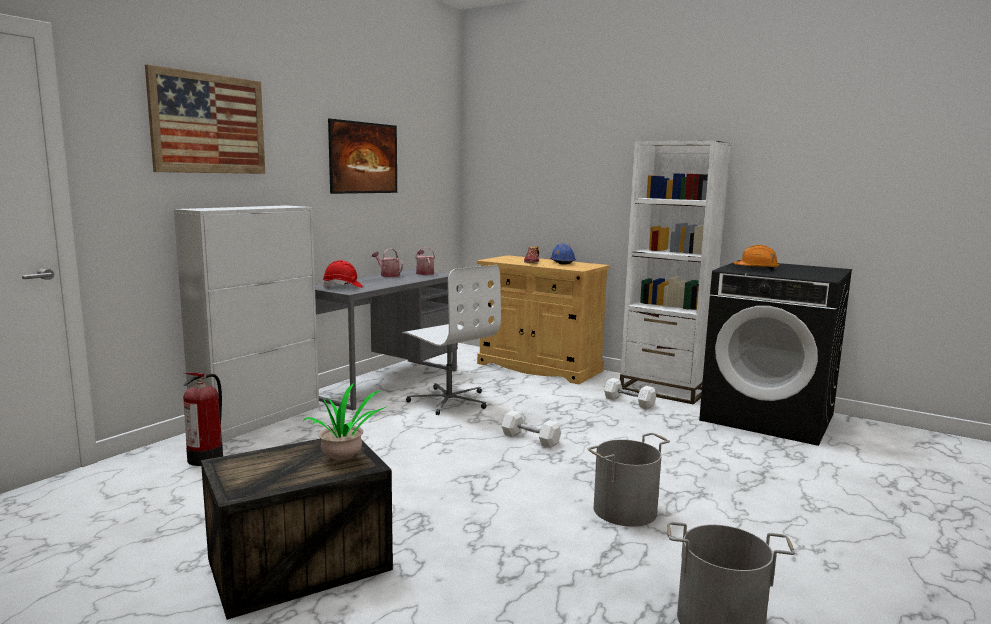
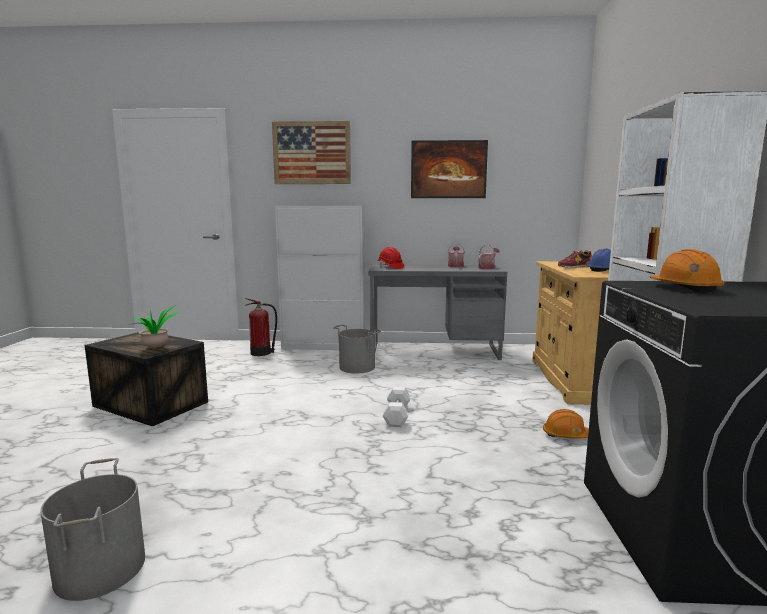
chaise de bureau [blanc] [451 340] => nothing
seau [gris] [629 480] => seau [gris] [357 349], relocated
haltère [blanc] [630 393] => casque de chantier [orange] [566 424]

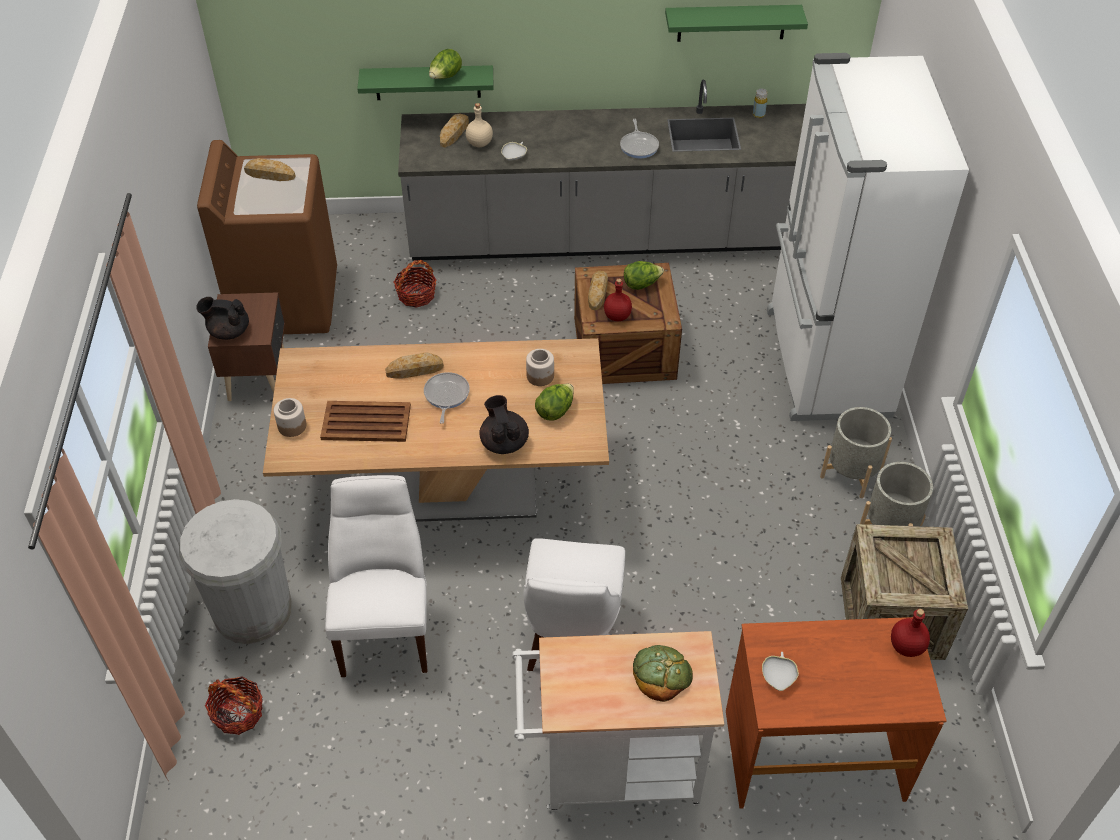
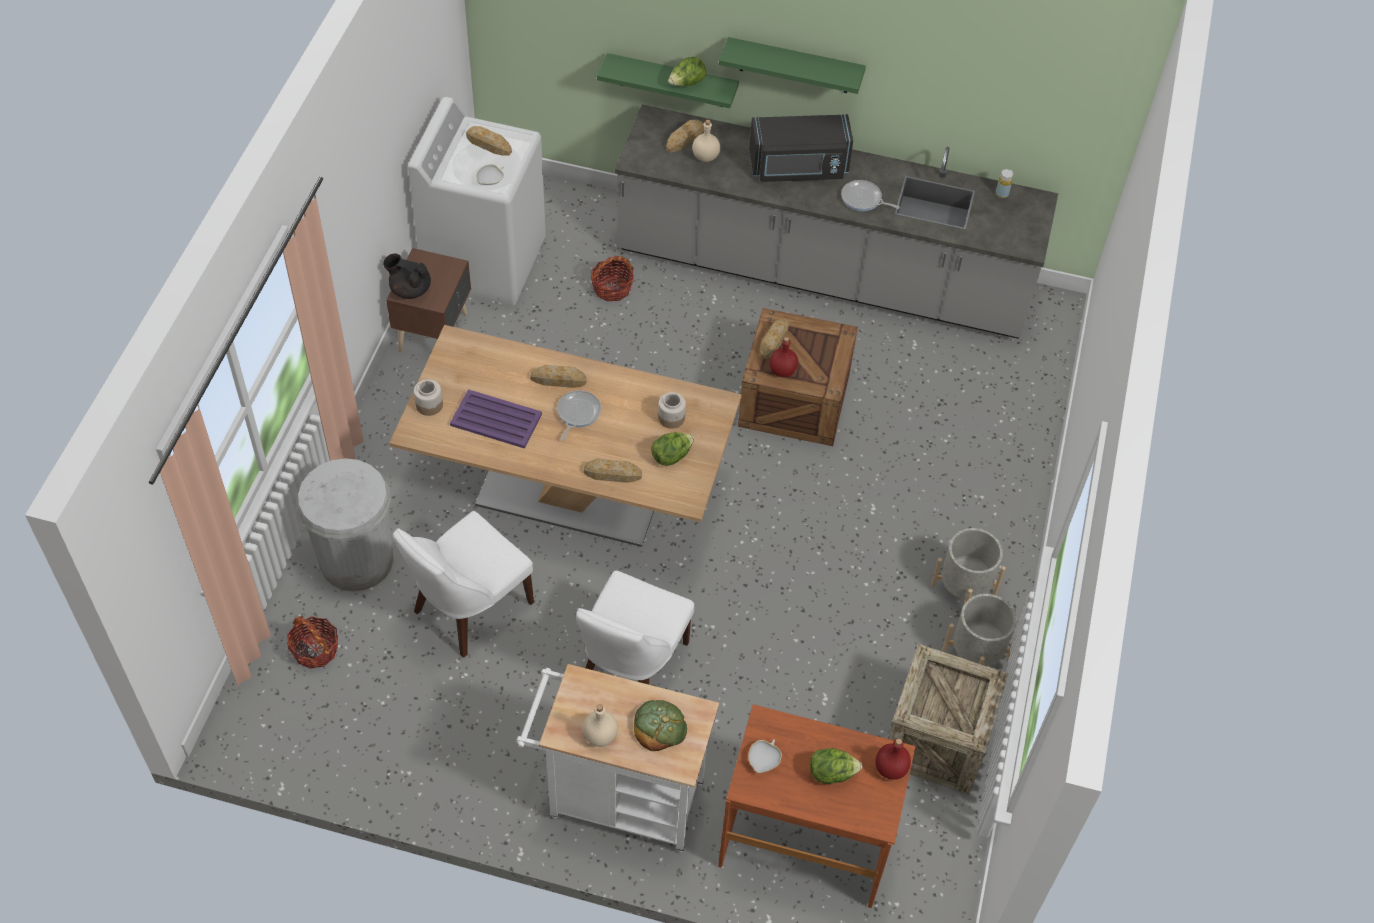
lave-linge [marron] [267 237] => lave-linge [blanc] [477 201]
plateau [marron] [365 421] => plateau [violet] [496 419]
chaise [blanc] [376 576] => chaise [blanc] [463 584], 150 degrees counterclockwise
théière [noir] [504 424] => pain [613 471]
bol [blanc] [514 151] => bol [blanc] [490 174], relocated
poêle [639 138] => poêle [870 195], 105 degrees clockwise
laitue [644 275] => laitue [836 766], relocated
étagère [vert] [736 23] => étagère [vert] [792 65], relocated
réfrigérateur [blanc] [868 237] => nothing
nothing => bouteille [beige] [600 725]
nothing => micro-ondes [noir] [801 148]

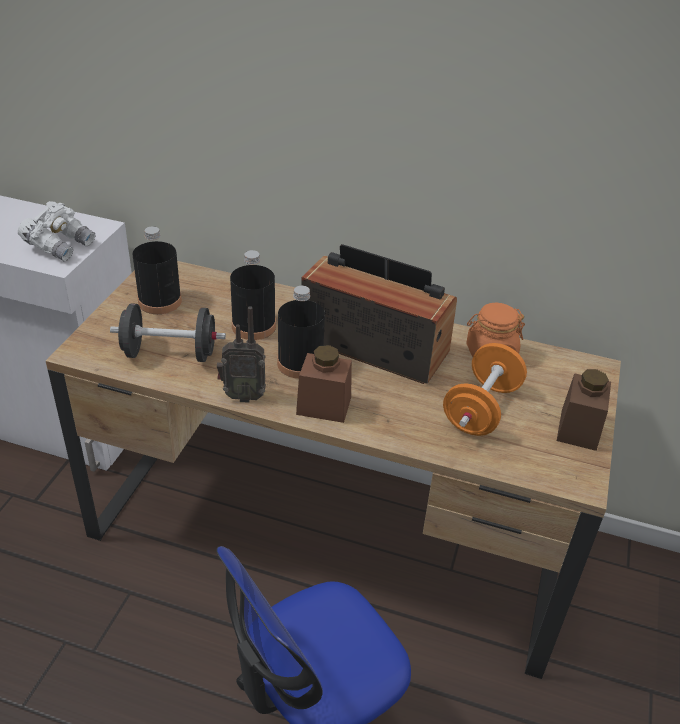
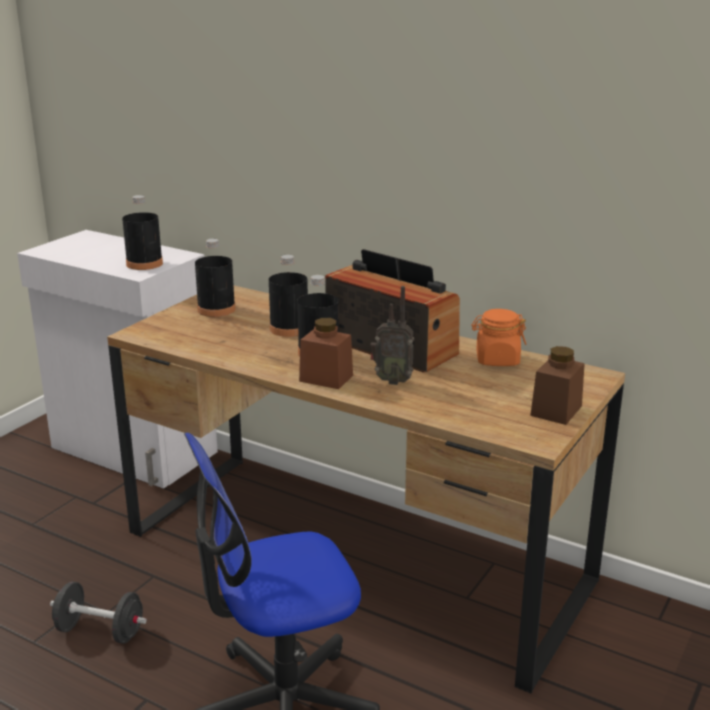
jumelles [blanc] [56 231] => bouteille [noir] [142 232]
haltère [noir] [168 332] => haltère [noir] [98 613], relocated
radio [241 354] => radio [392 335], relocated
haltère [orange] [485 389] => nothing

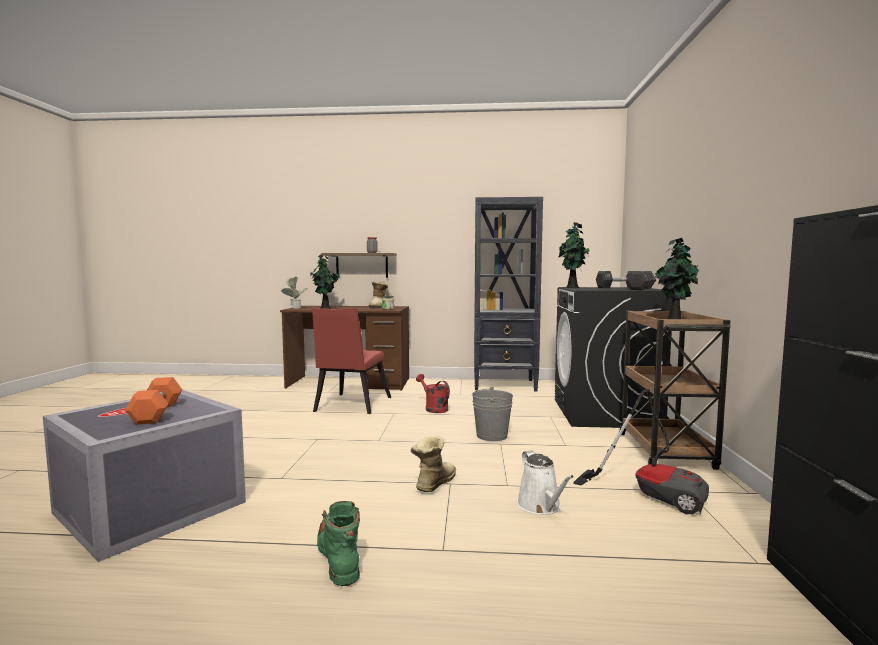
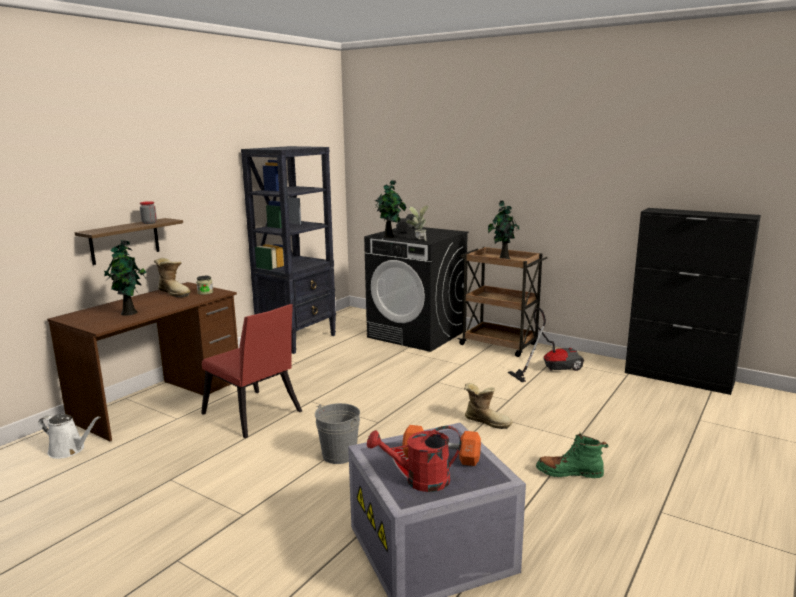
plante en pot [294 293] => plante en pot [417 223], relocated
botte [433 464] => botte [488 406], 150 degrees clockwise
arrosoir [rouge] [433 393] => arrosoir [rouge] [414 459], relocated
seau [gris] [492 414] => seau [gris] [337 433], relocated
arrosoir [blanc] [545 482] => arrosoir [blanc] [69 436], relocated
haltère [noir] [641 280] => nothing

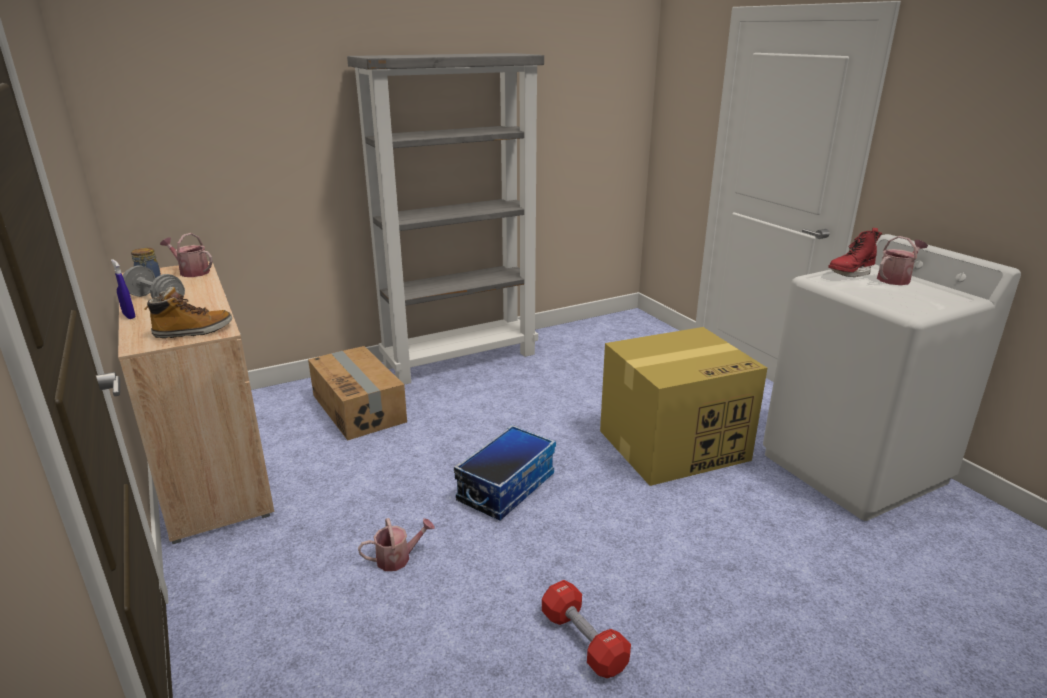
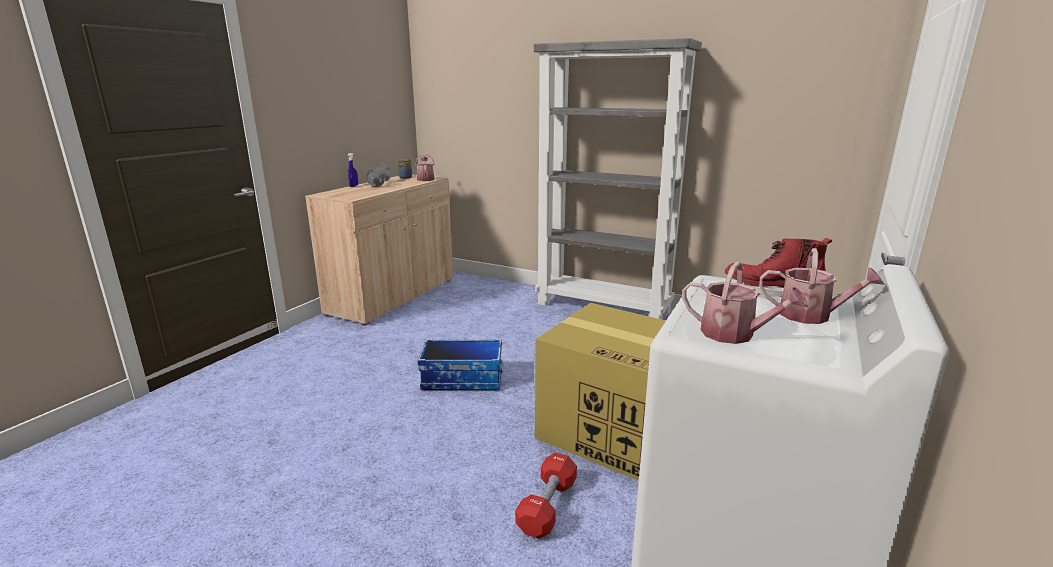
botte [188 312] => nothing
carton [357 393] => nothing
arrosoir [396 544] => arrosoir [745 303], relocated
haltère [rouge] [586 629] => haltère [rouge] [546 495], relocated

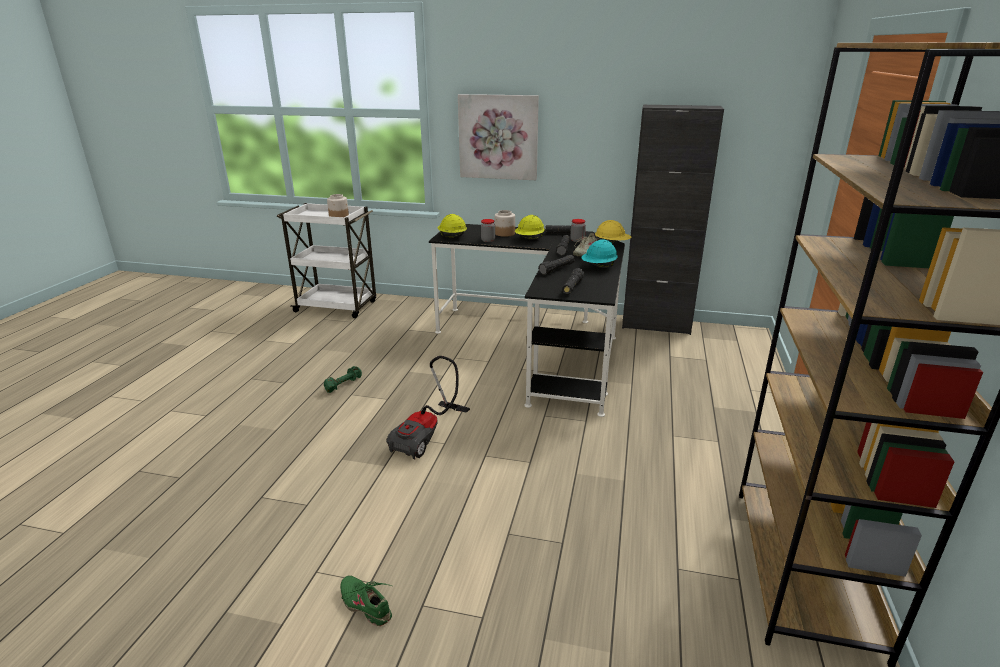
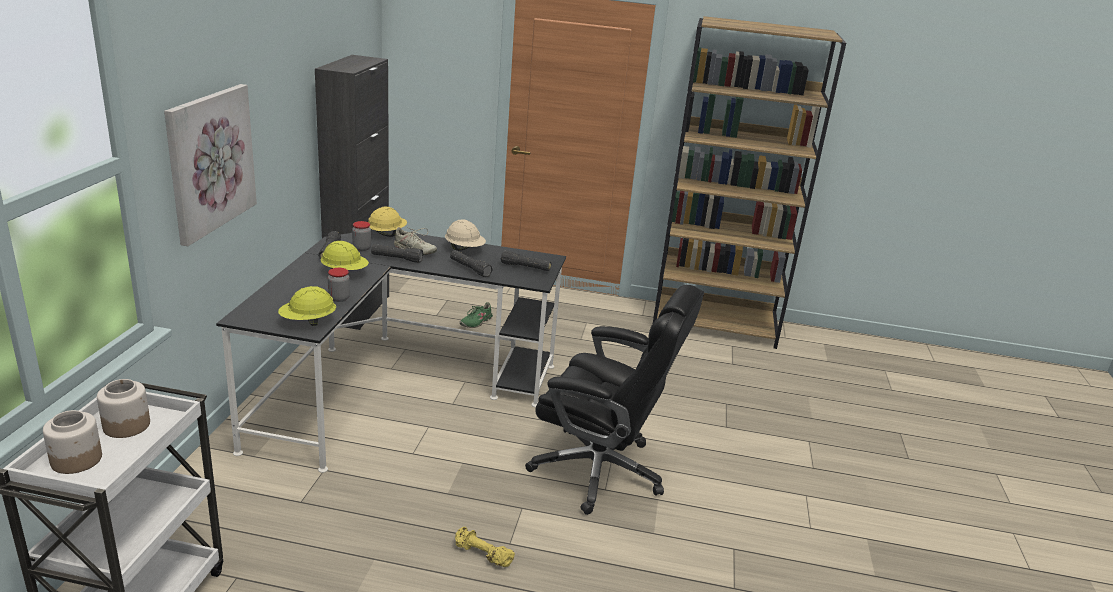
haltère [vert] [342 379] => haltère [jaune] [485 547]
chaussure [vert] [366 600] => chaussure [vert] [476 315], relocated
aspirateur [428 408] => chaise de bureau [noir] [614 400]
bocal [505 223] => bocal [72 442], relocated
casque de chantier [turquoise] [599 253] => casque de chantier [beige] [465 235]

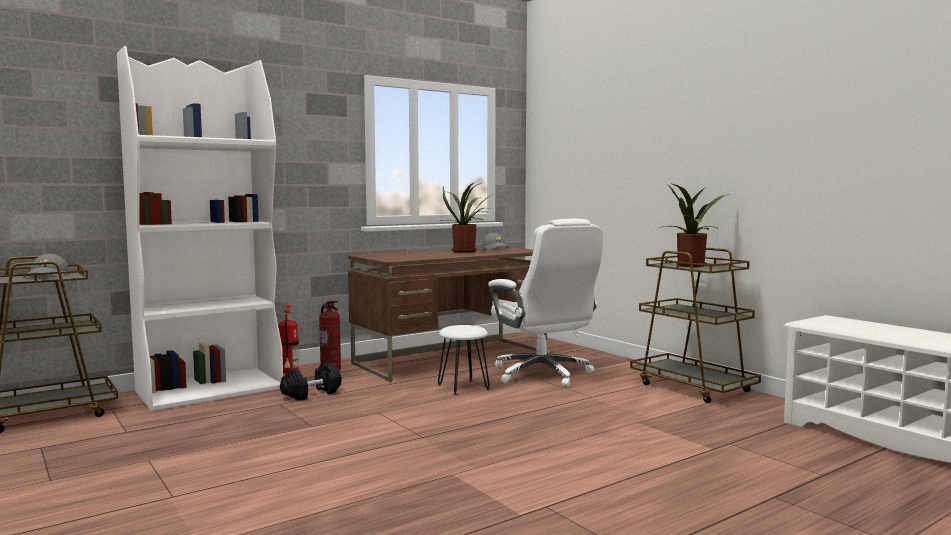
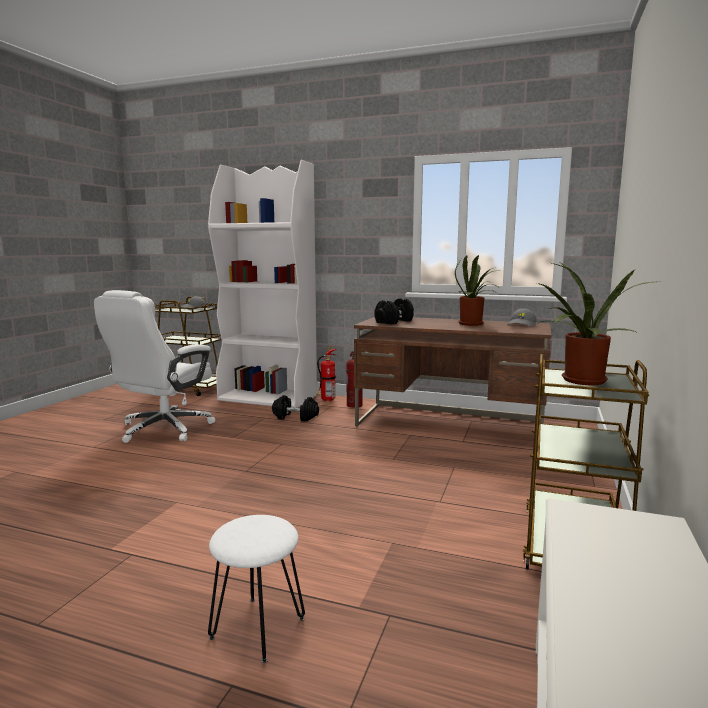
tabouret [blanc] [464 360] => tabouret [blanc] [256 589], relocated
chaise de bureau [blanc] [545 303] => chaise de bureau [blanc] [155 366], relocated
nothing => haltère [noir] [394 311]

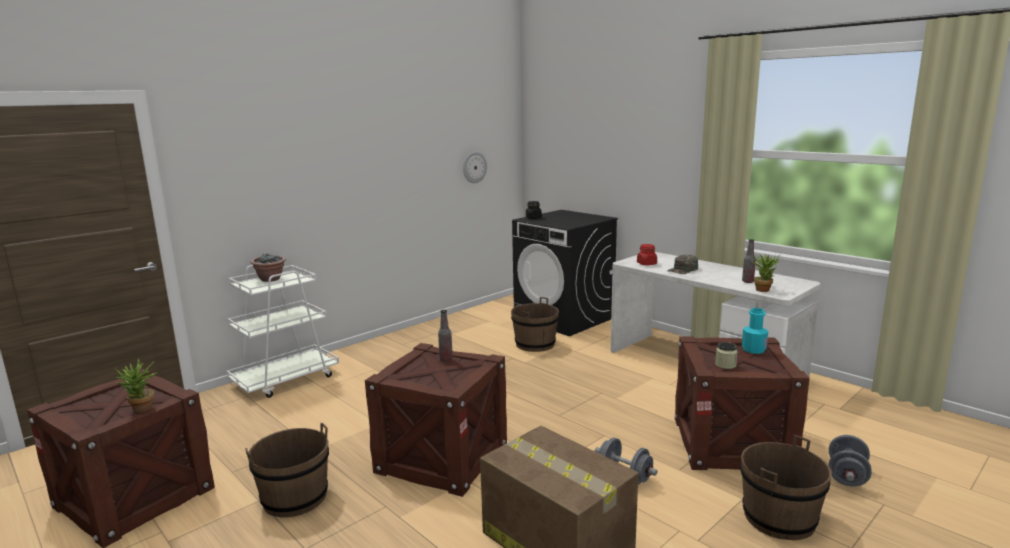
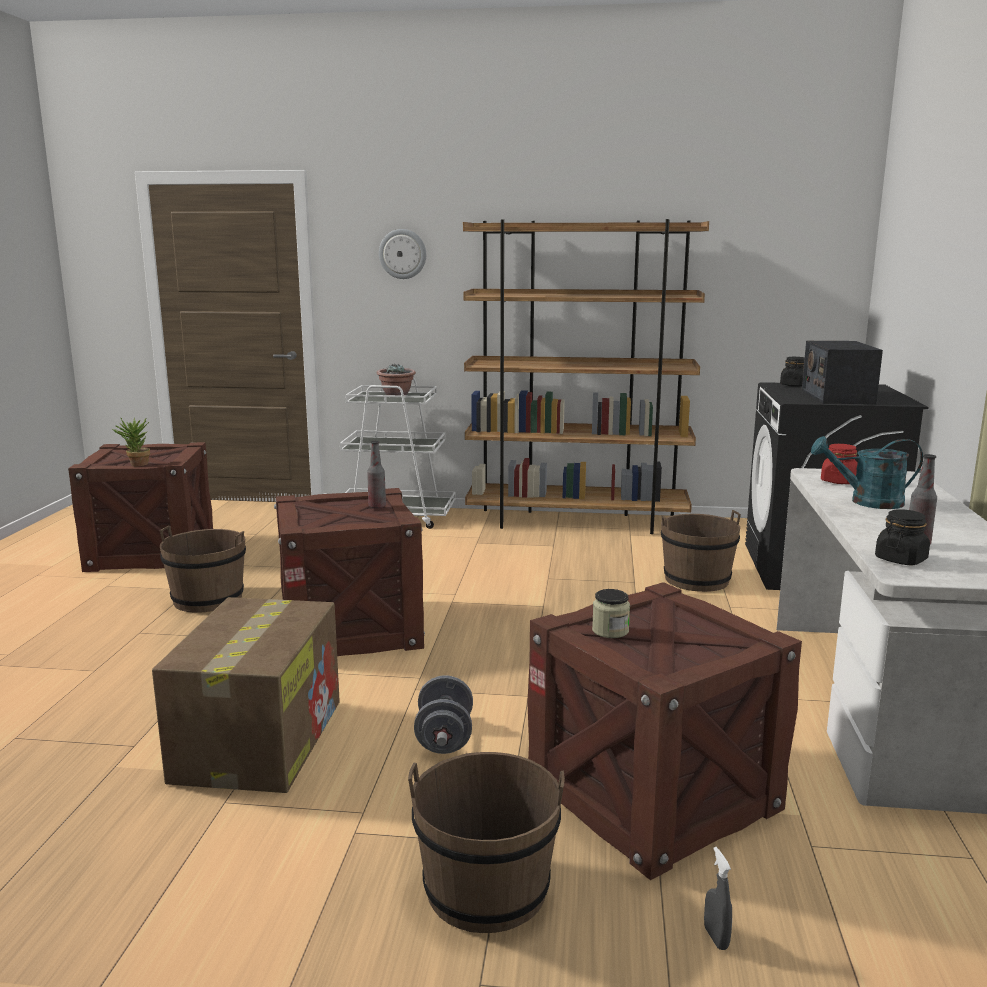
horloge murale [475 167] => horloge murale [402 254], relocated
casquette [vert] [682 264] => arrosoir [turquoise] [867 472]
bouteille [turquoise] [755 331] => nothing
plante en pot [765 273] => bocal [noir] [902 537]
haltère [gris] [850 461] => vaporisateur [gris] [718 898]
nothing => bibliothèque [marron] [586 376]
nothing => radio [842 372]

